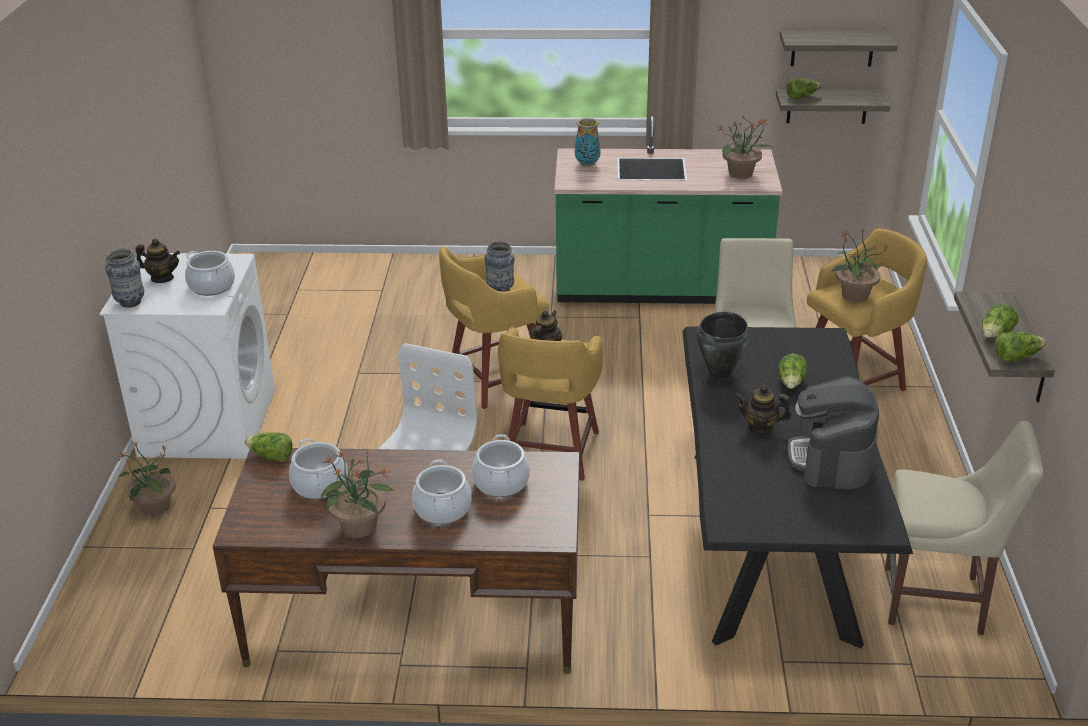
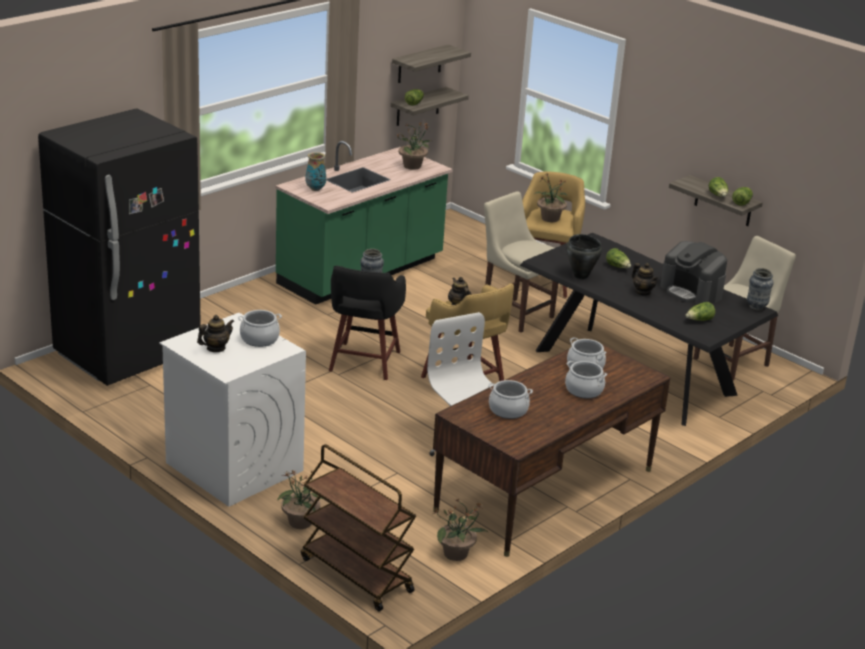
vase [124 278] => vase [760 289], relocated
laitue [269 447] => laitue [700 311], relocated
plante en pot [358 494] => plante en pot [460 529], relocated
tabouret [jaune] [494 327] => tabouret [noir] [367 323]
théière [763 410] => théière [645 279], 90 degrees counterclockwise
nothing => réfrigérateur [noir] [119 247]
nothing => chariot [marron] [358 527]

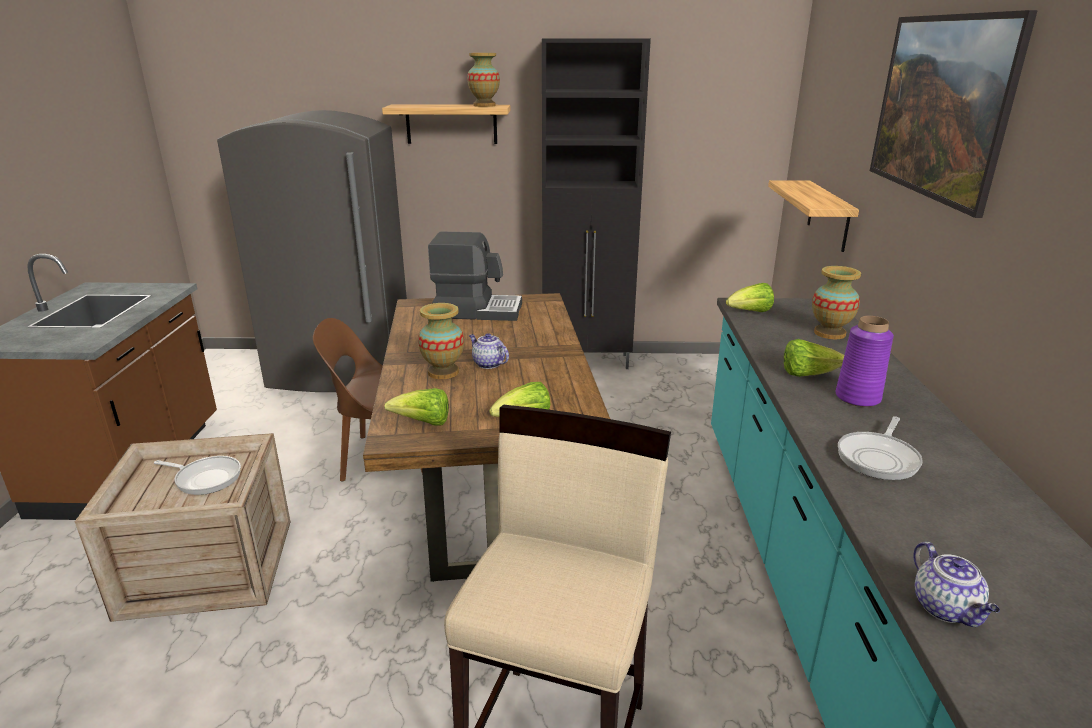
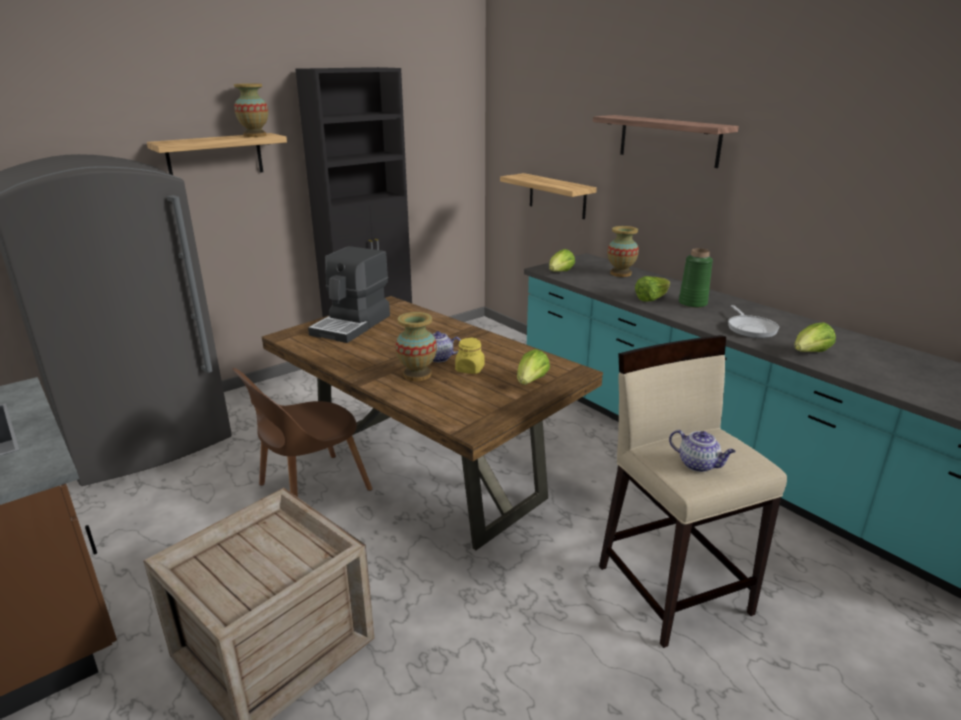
poêle [197 475] => nothing
laitue [416 407] => laitue [815 337], relocated
machine à café [475 276] => machine à café [349 294], 150 degrees clockwise
vase [violet] [865 361] => vase [vert] [696 278]
tableau [954 114] => étagère [666 141]
théière [956 584] => théière [702 451], relocated
nothing => bocal [jaune] [470 355]

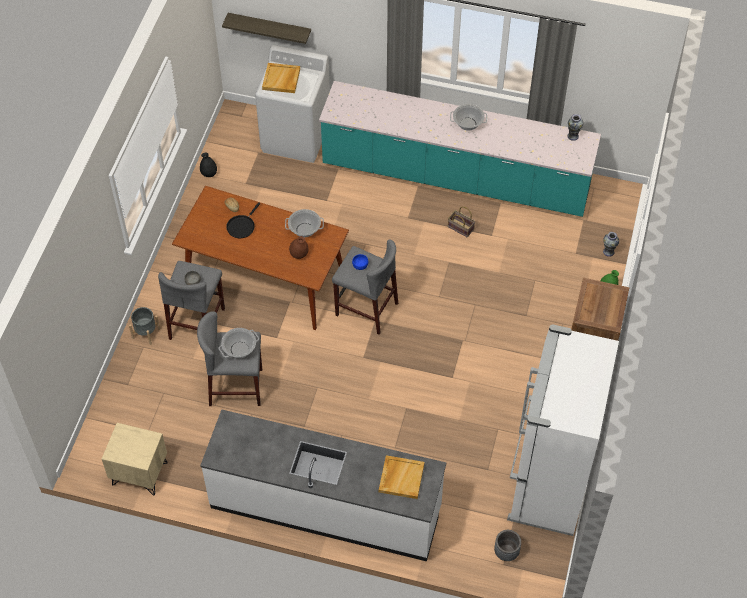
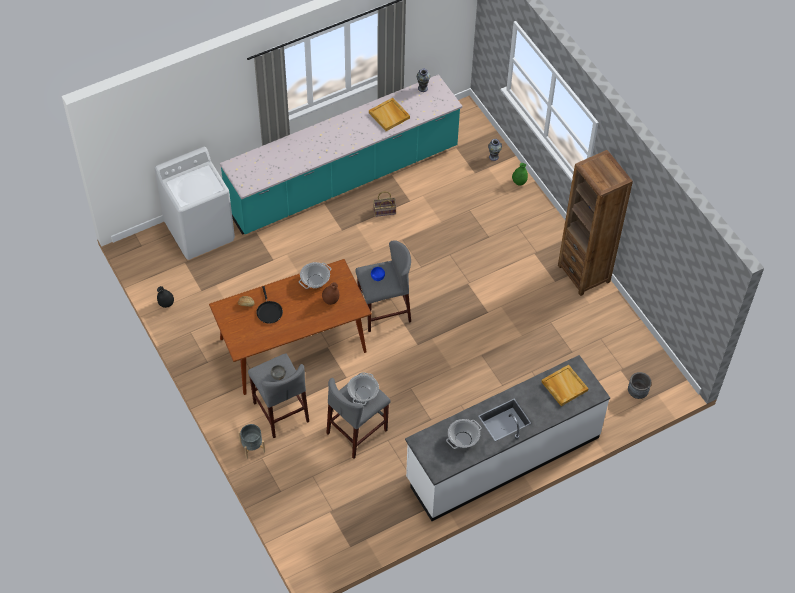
table de chevet [beige] [135 459] => nothing
étagère [266 28] => nothing
plateau [beige] [281 78] => plateau [beige] [389 114], relocated
marmite [468 117] => marmite [463 434], relocated
réfrigérateur [blanc] [563 430] => nothing

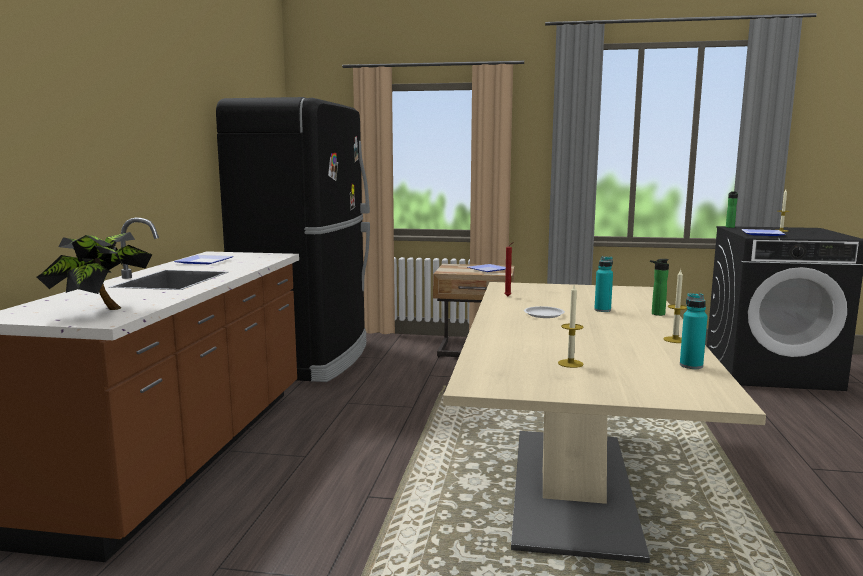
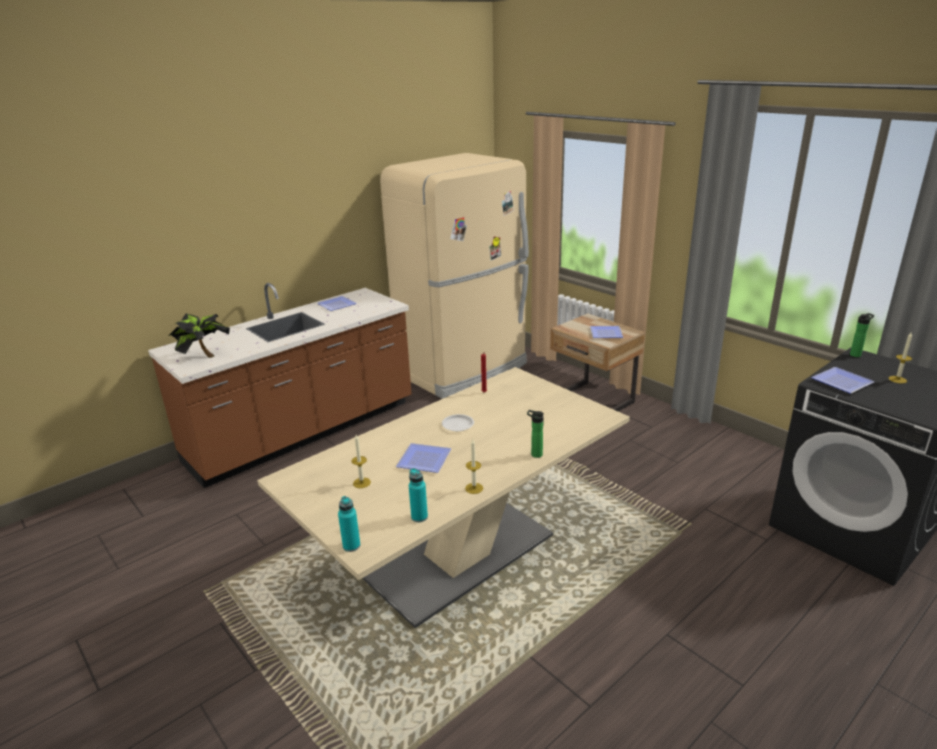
réfrigérateur [noir] [293 239] => réfrigérateur [beige] [454 276]
bouteille [turquoise] [603 284] => bouteille [turquoise] [349 524], relocated
nothing => assiette [423 458]

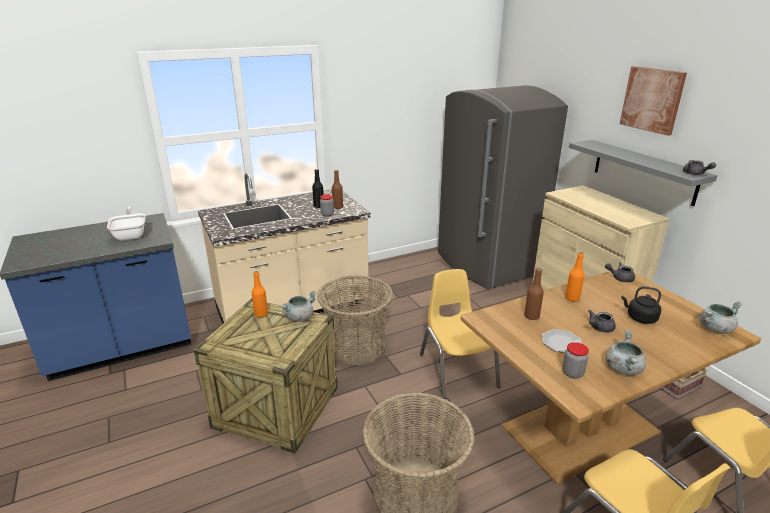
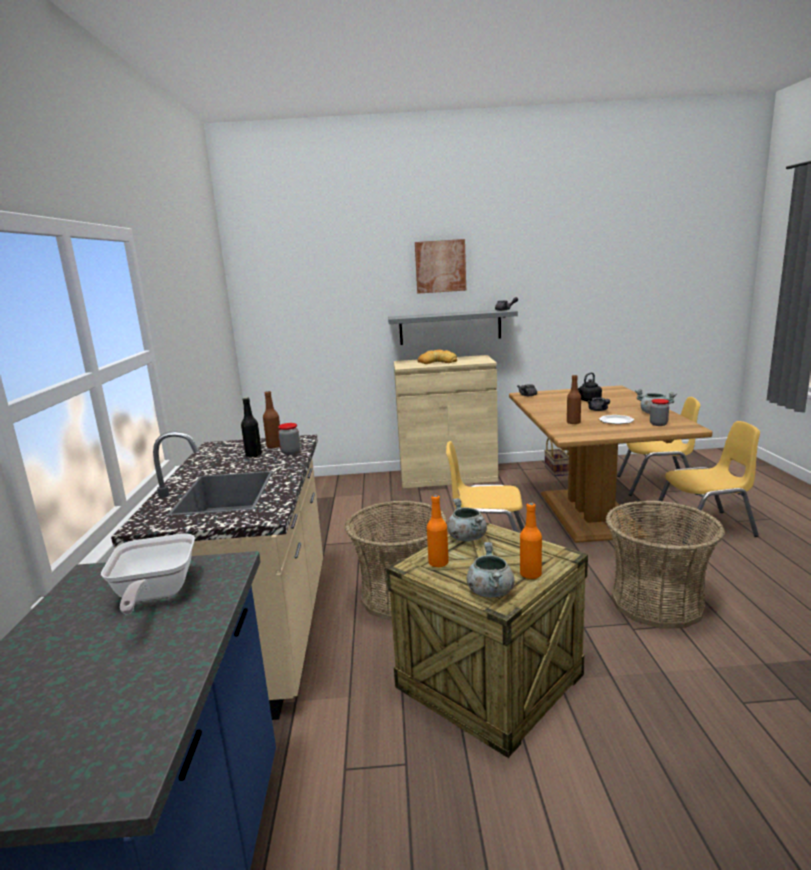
poêle [126 223] => poêle [148 573], 105 degrees counterclockwise
réfrigérateur [gris] [503 187] => nothing
bouteille [orange] [575 277] => bouteille [orange] [531 540], relocated
marmite [gris] [721 317] => marmite [gris] [490 569], relocated
nothing => pain [437 357]

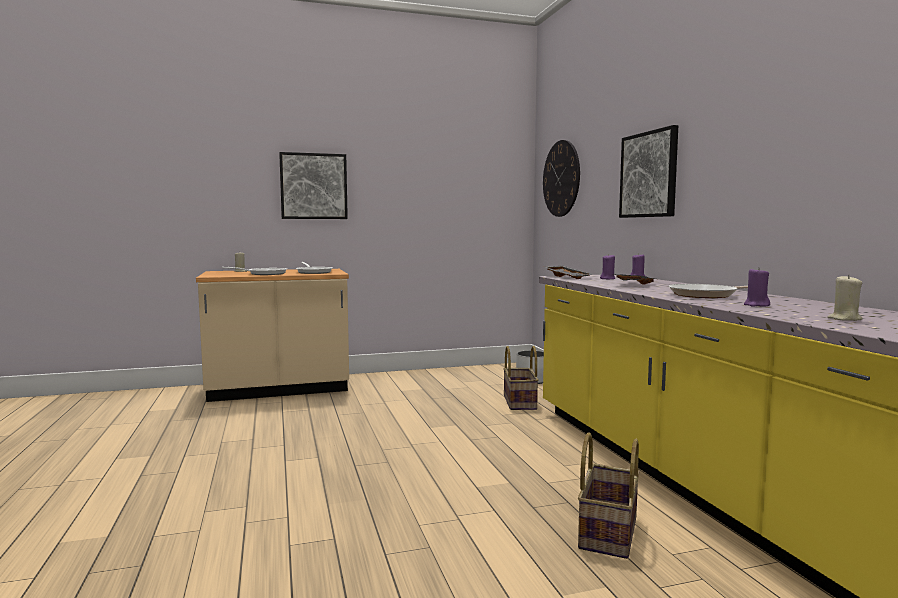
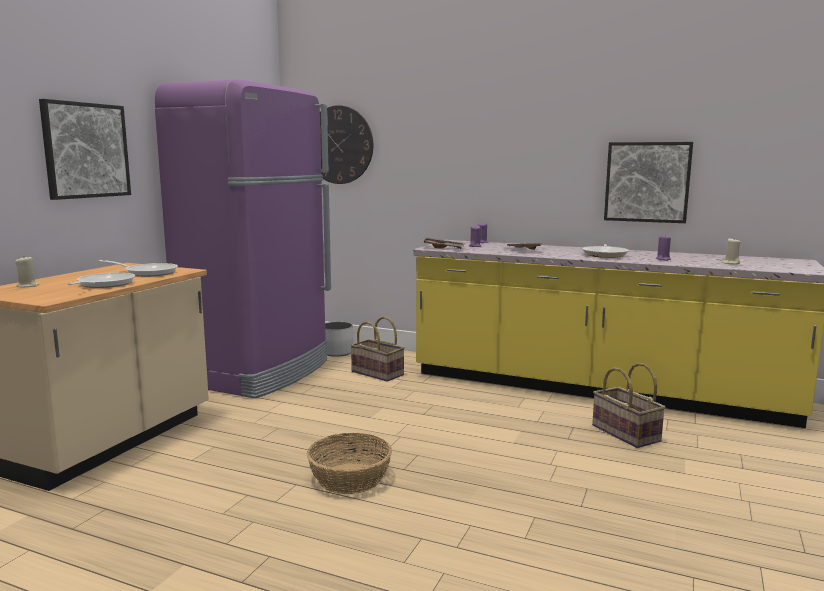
tableau [648 171] => tableau [648 182], relocated
nothing => réfrigérateur [violet] [243 239]
nothing => panier [349 463]

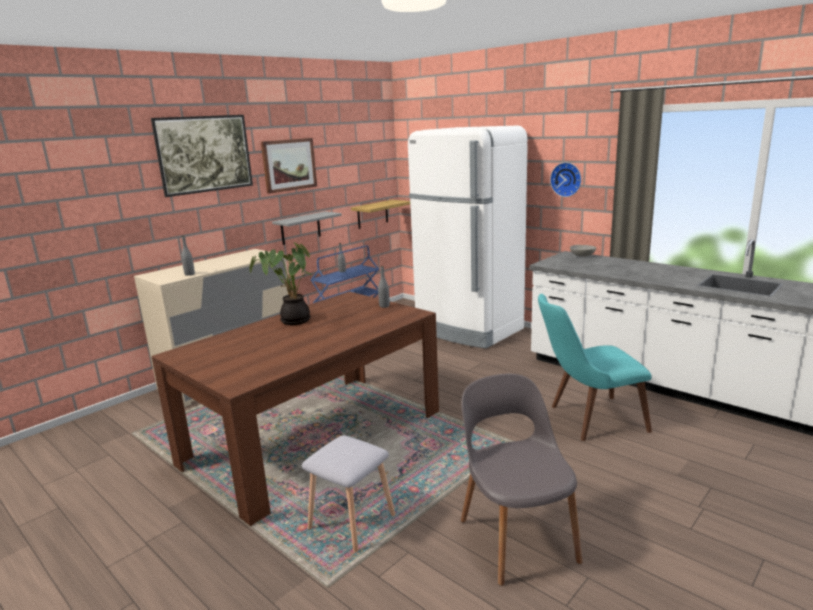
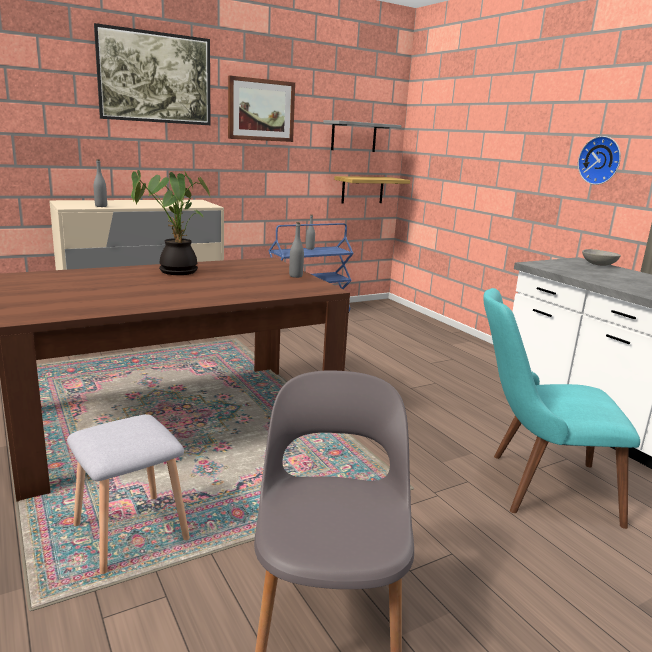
étagère [gris] [307 228] => étagère [gris] [362 136], relocated
réfrigérateur [blanc] [468 237] => nothing

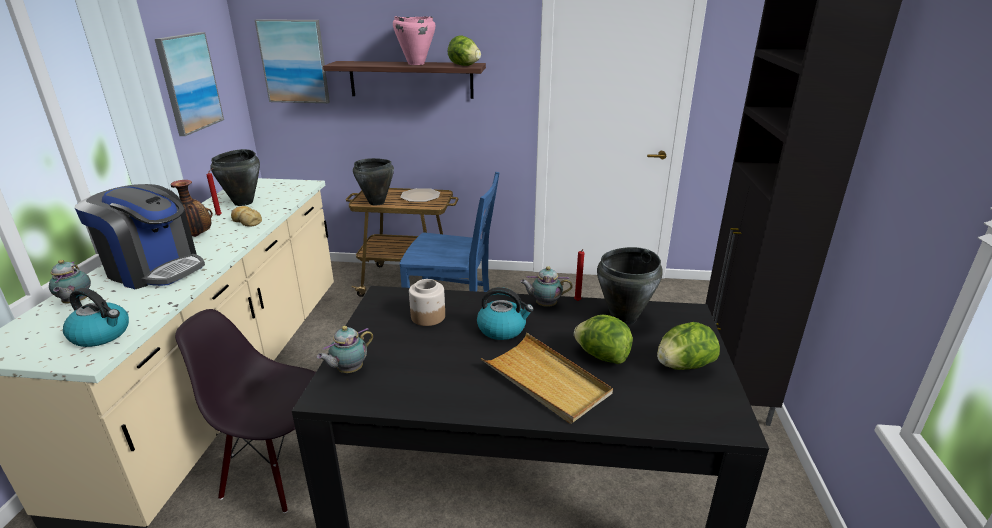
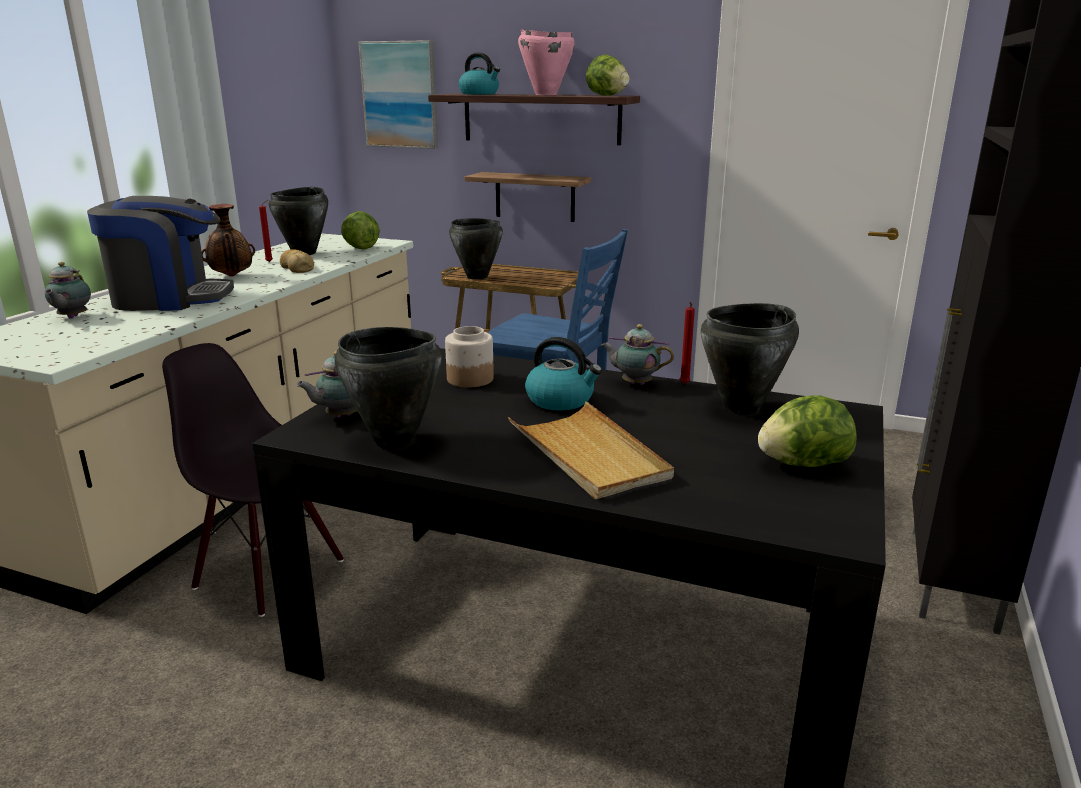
bouilloire [96 317] => bouilloire [479 74], relocated
machine à café [140 236] => machine à café [160 253], 45 degrees counterclockwise
tableau [189 84] => nothing
assiette [420 195] => nothing
laitue [603 339] => laitue [360 230], relocated
nothing => marmite [noir] [388 388]
nothing => étagère [528 197]

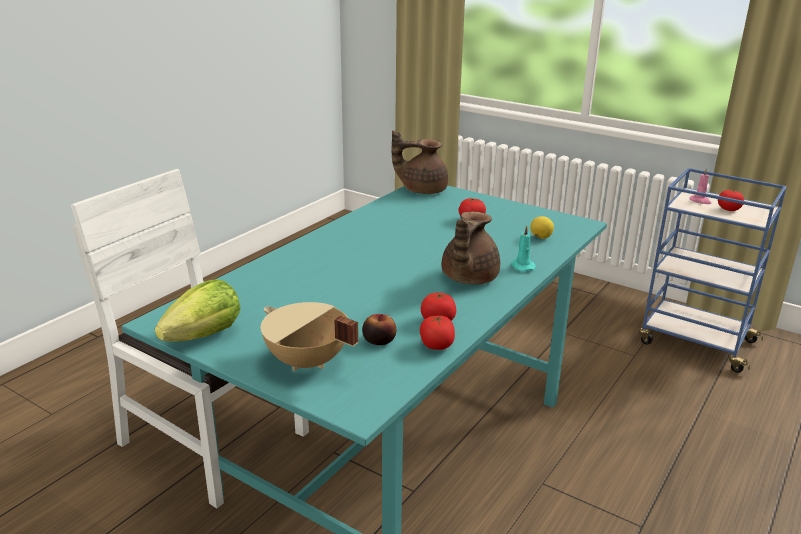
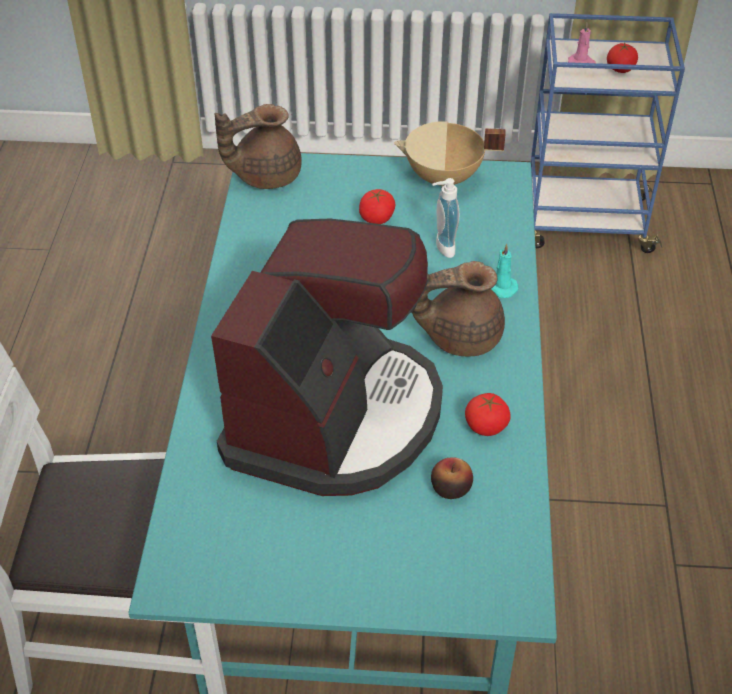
laitue [198 310] => nothing
marmite [beige] [310 336] => marmite [beige] [450 155], relocated
tomate [437 332] => nothing
théière [marron] [470 248] => théière [marron] [458 309], 90 degrees clockwise
citron [542 227] => nothing
nothing => machine à café [327 357]
nothing => distributeur de savon [445 218]

